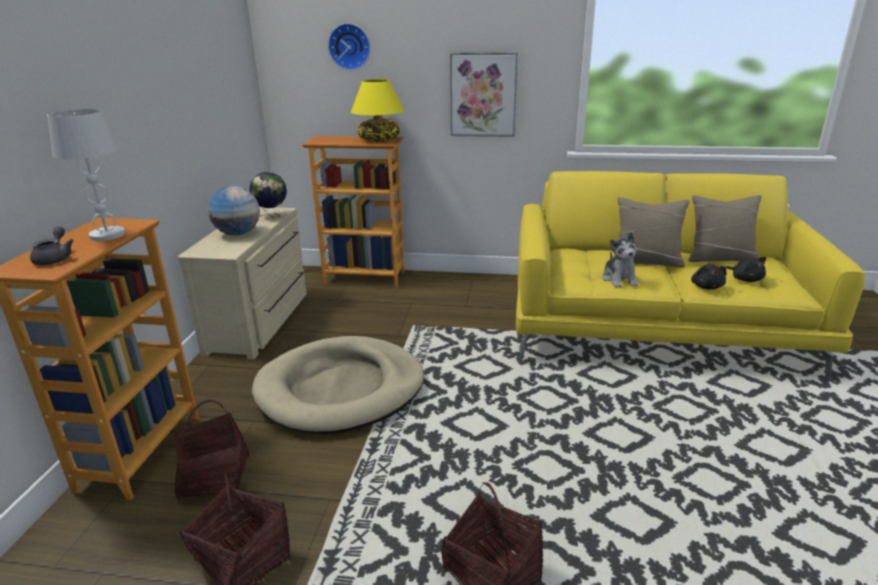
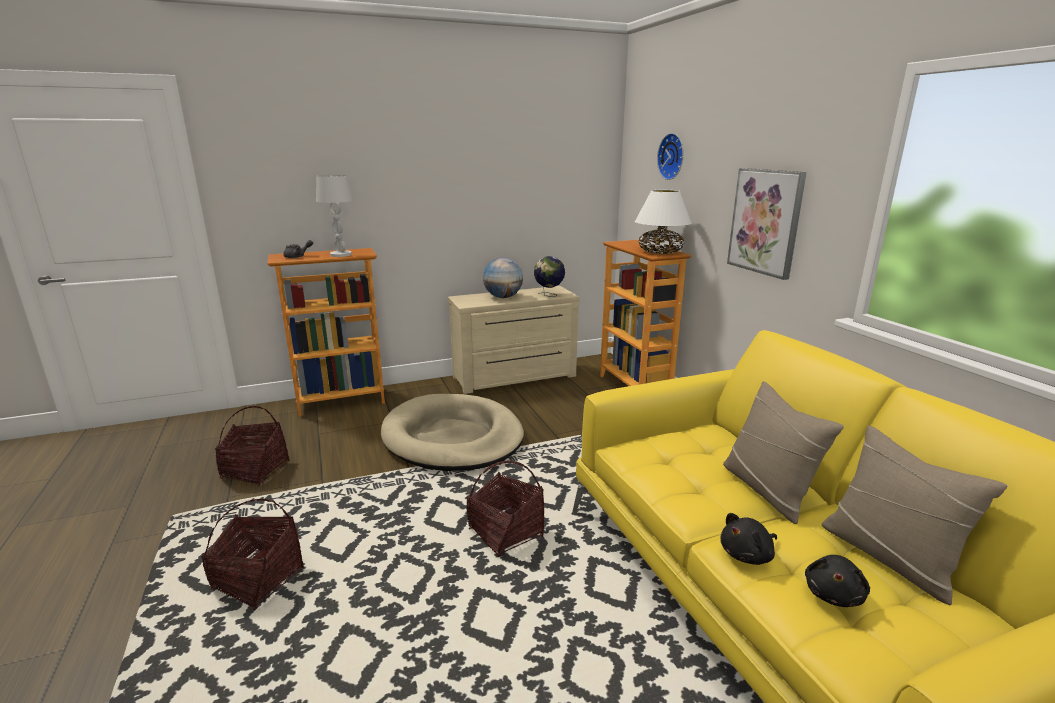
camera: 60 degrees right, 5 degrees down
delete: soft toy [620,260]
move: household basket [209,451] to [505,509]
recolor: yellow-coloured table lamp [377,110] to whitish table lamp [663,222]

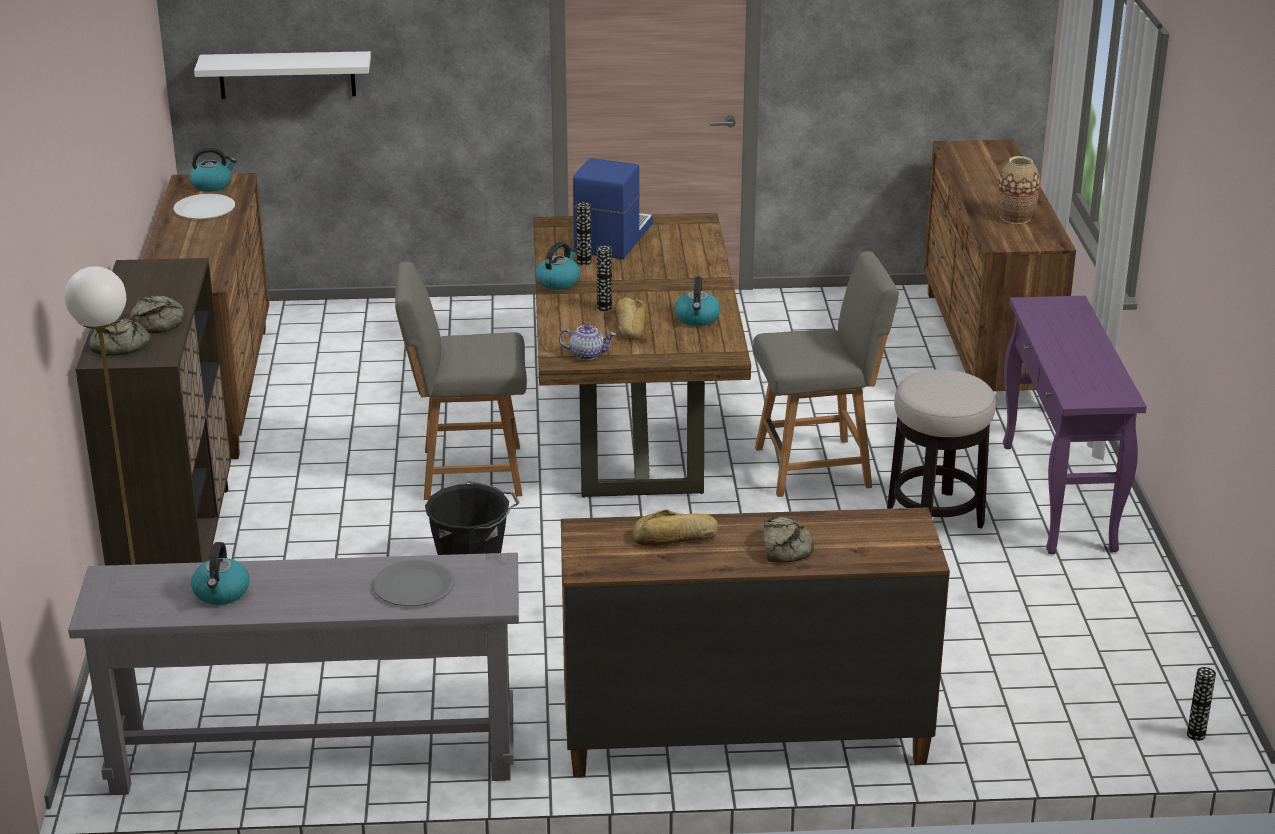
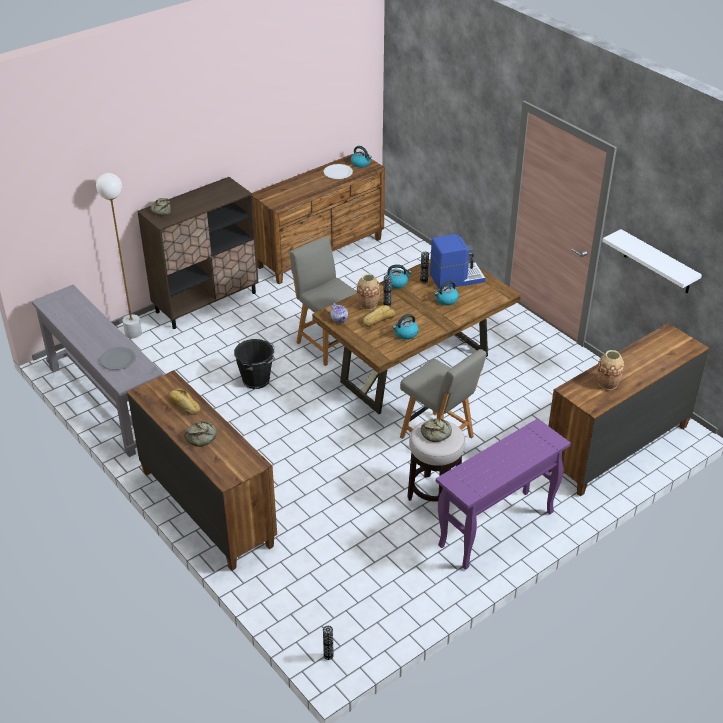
camera: 55 degrees right, 10 degrees up
insert: vase [368,292]
move: bread [157,314] to [436,430]; water kettle [220,573] to [447,293]; whitish shelf [282,75] to [652,261]

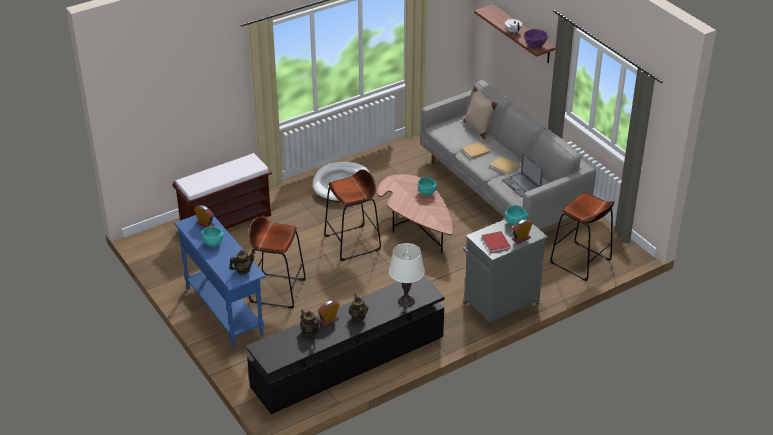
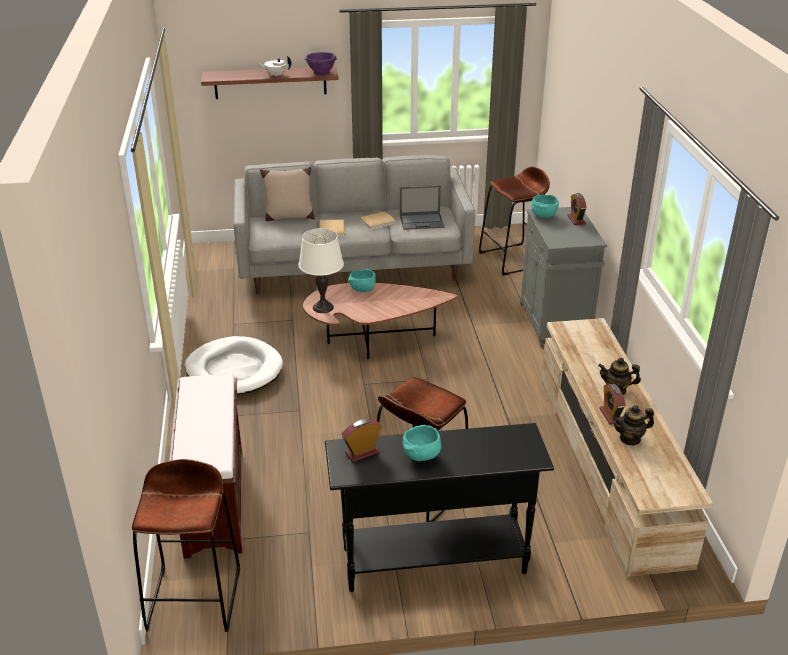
camera: 65 degrees left, 5 degrees down
delete: pot for tea [242,262]; reddish book [496,242]
move: brownish sitting stool [352,215] to [186,545]; whitish table lamp [407,275] to [321,270]
recolor: blue console table [220,281] to black console table [439,507]; black tv stand [345,345] to sand-coloured tv stand [627,447]

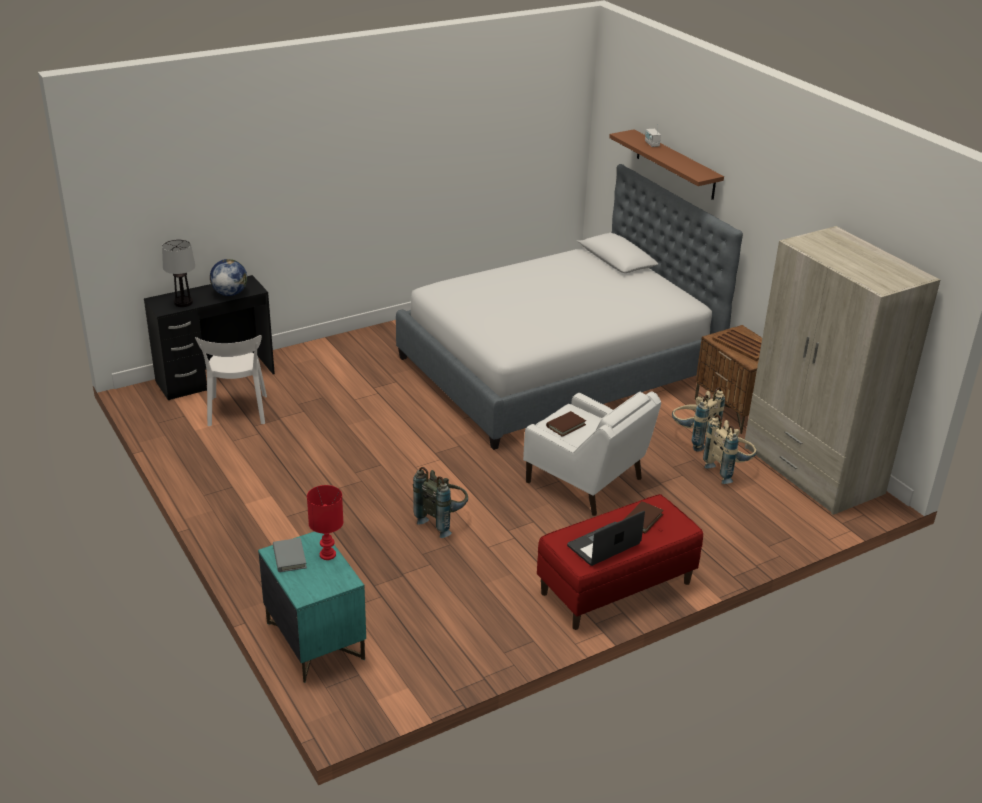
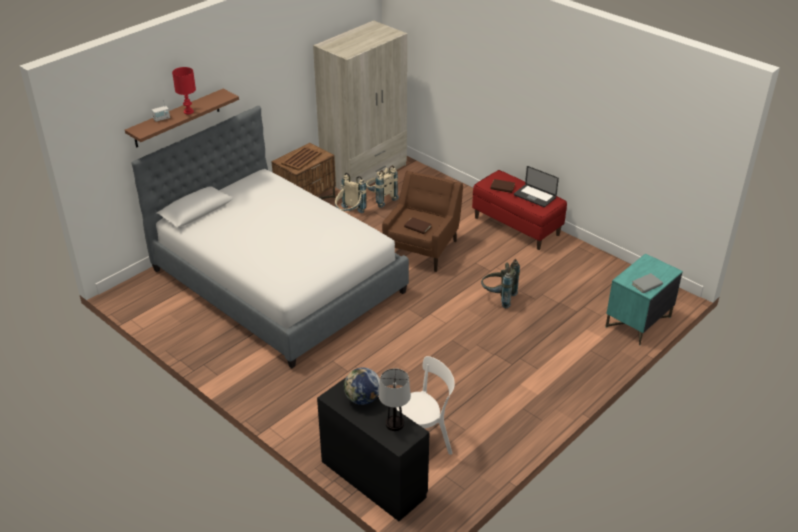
camera: 105 degrees left, 5 degrees up
move: reddish table lamp [325,522] to [184,90]
recolor: whitish easy chair [592,453] to brownish easy chair [422,221]

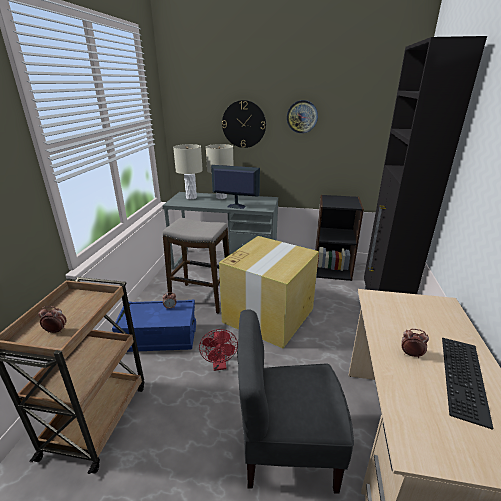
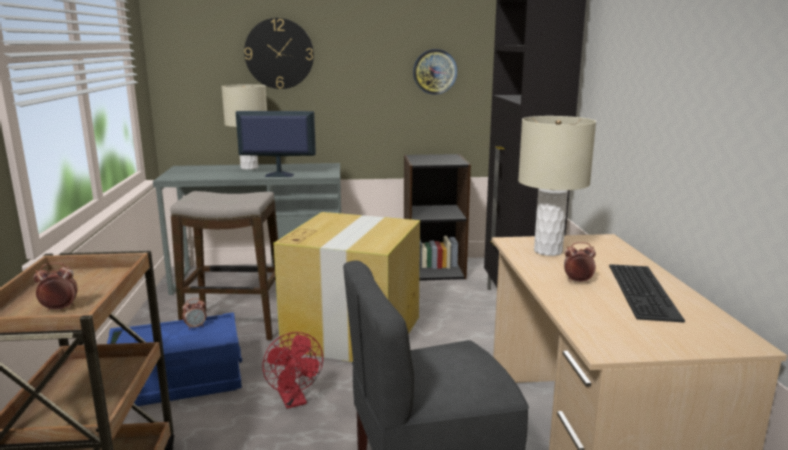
camera: 15 degrees left, 10 degrees down
move: clock on the wall [302,116] to [435,72]; sand-coloured table lamp [188,171] to [557,186]

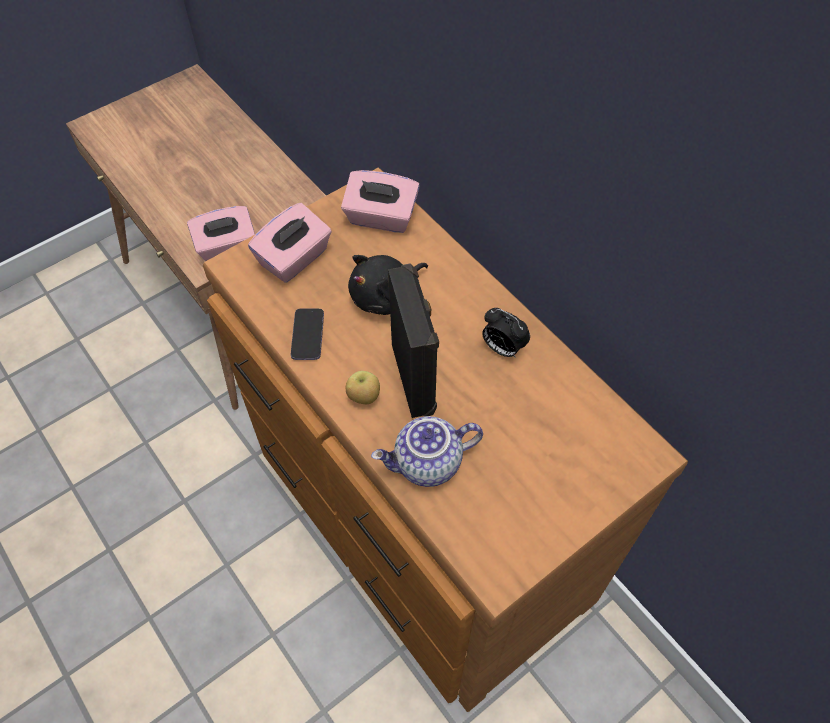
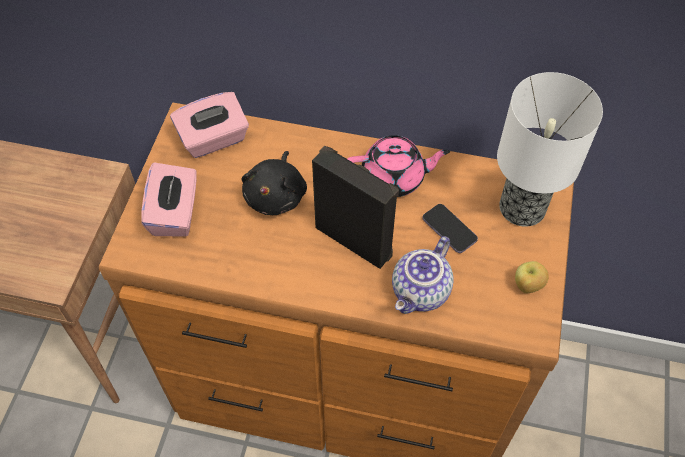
camera: 40 degrees left, 0 degrees up
delete: pink box of tissues [221,233]
insert: table lamp [550,149]
move: handset [307,334] to [450,228]; apple [363,387] to [532,277]
replace: table clock [506,333] to pink pot for tea [398,166]

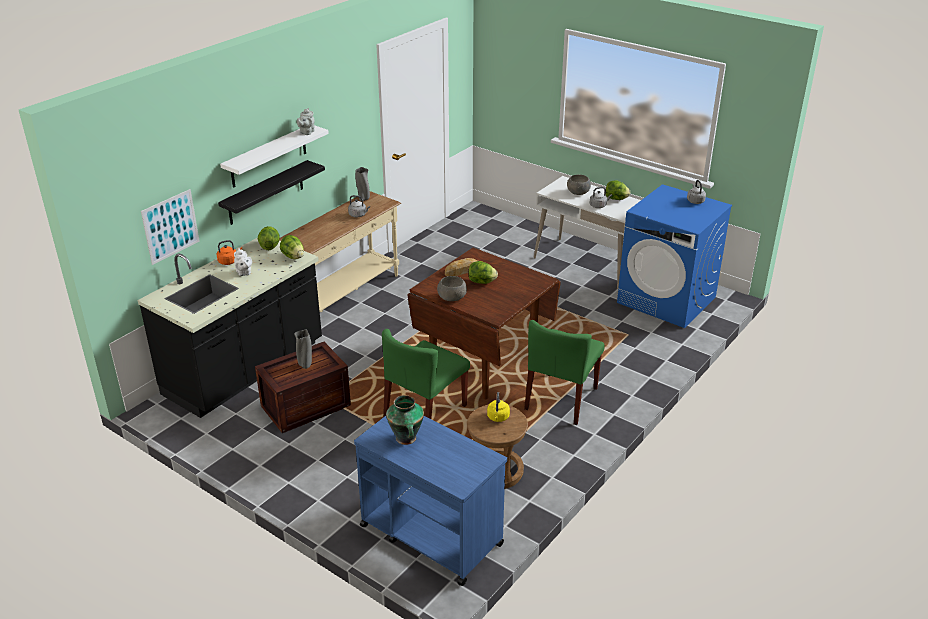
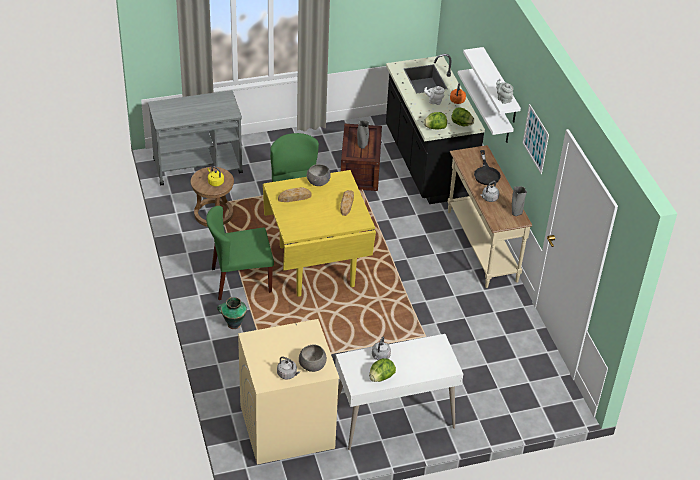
camera: 125 degrees right, 10 degrees up
delete: lettuce head [483,272]
insert: bread [295,194]; black frying pan [487,167]
move: vase [405,420] to [232,313]; grey deep dish [579,185] to [313,358]; wall art [170,227] to [536,139]
recolor: blue trolley [430,501] to grey trolley [195,137]; blue laundry machine [674,256] to sand-coloured laundry machine [289,392]; brownish kitchen table [484,323] to yellow-coloured kitchen table [319,233]; black shelf [271,192] to whitish shelf [486,106]
rotate: green-coloured upright chair [564,372] = [240,253] 75 degrees counterclockwise

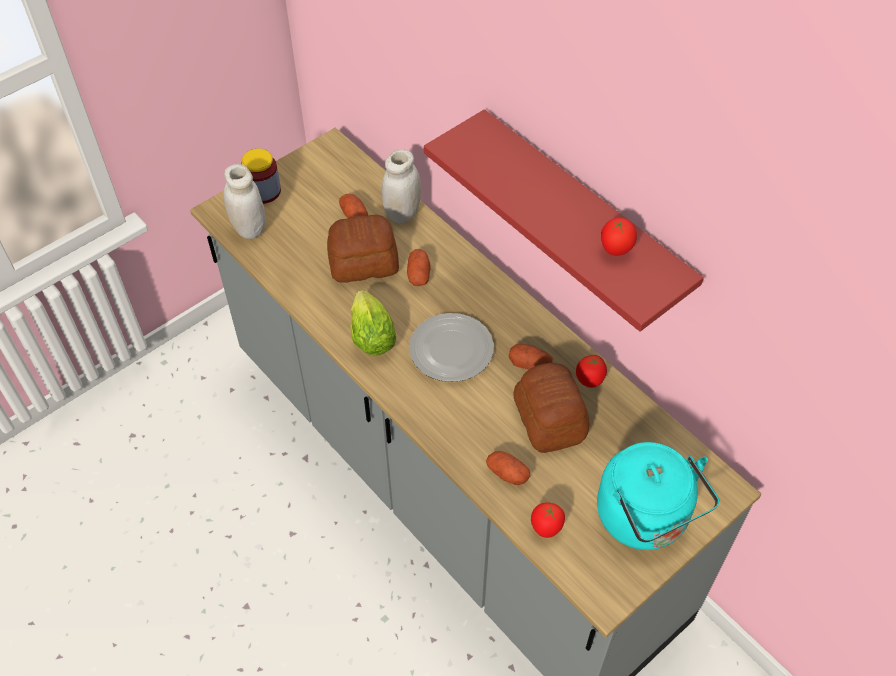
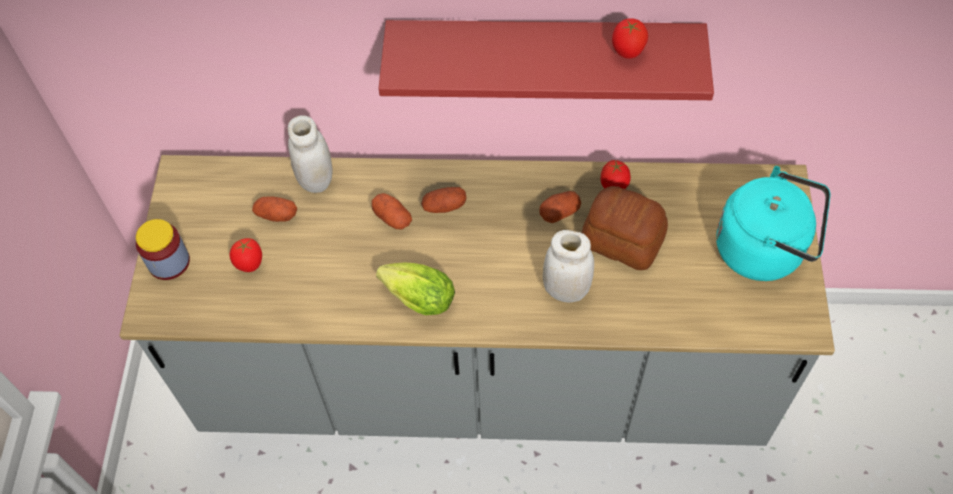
camera: 45 degrees left, 5 degrees up
delete: bread [363,248]; flat dish [451,347]
move: fresh tomato [548,520] to [246,255]; potato [508,468] to [443,200]; whitish jar [245,201] to [568,266]

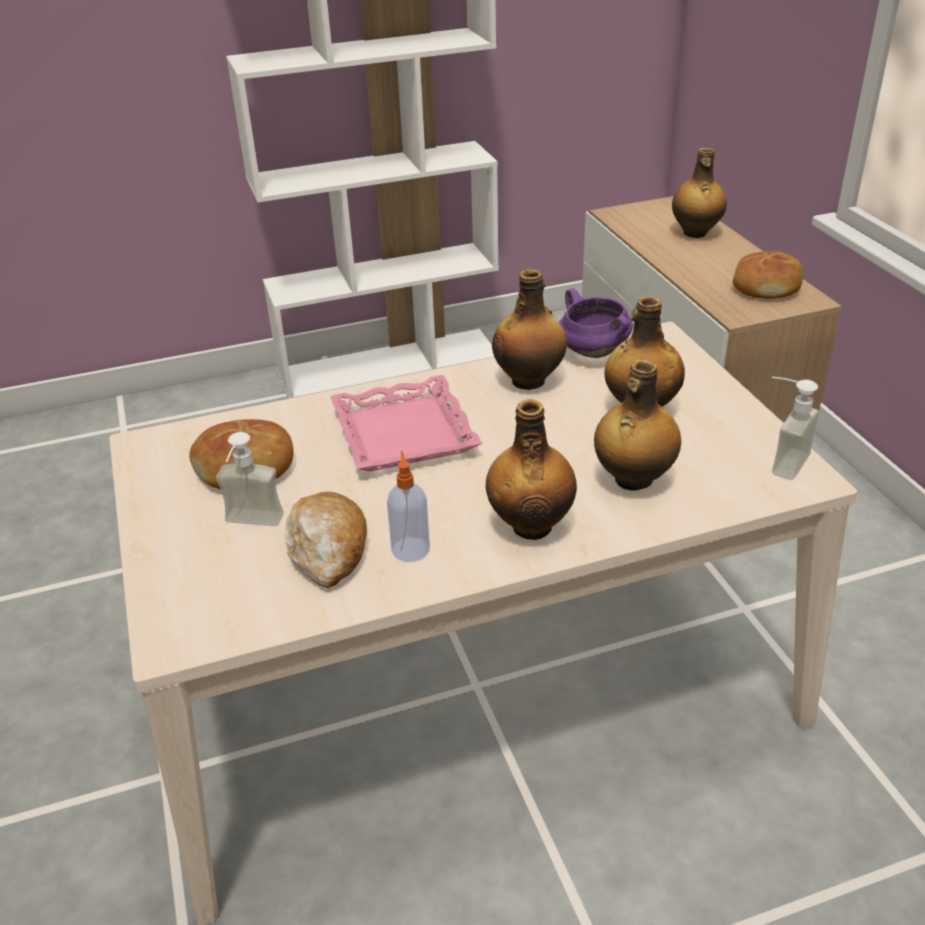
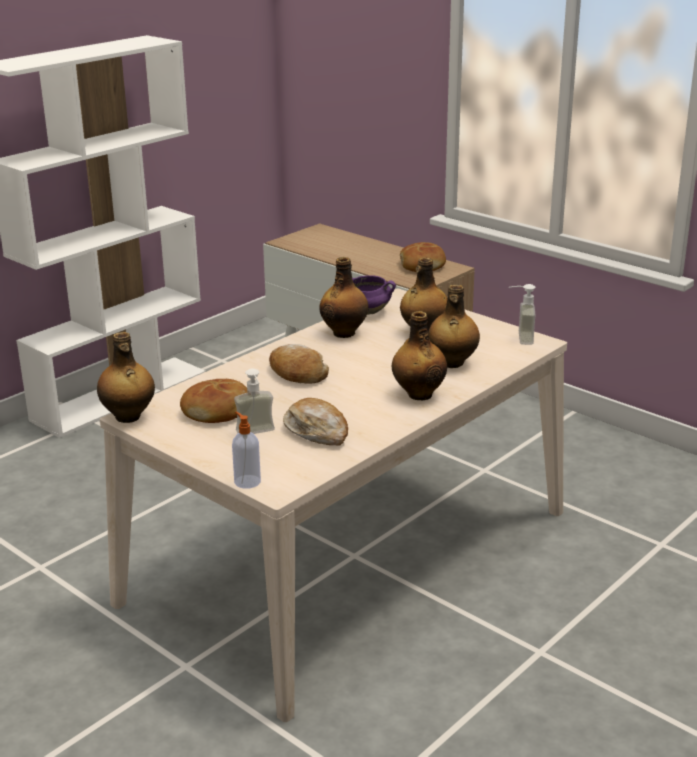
camera: 30 degrees left, 10 degrees down
move: bottle [699,193] to [126,377]; soap dispenser [408,506] to [246,450]
replace: pink tray [406,423] to bread [299,364]

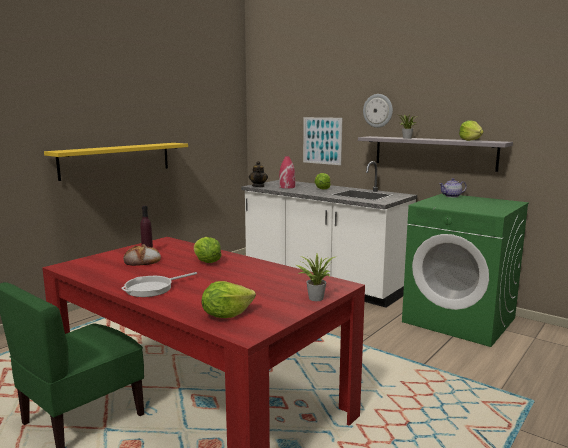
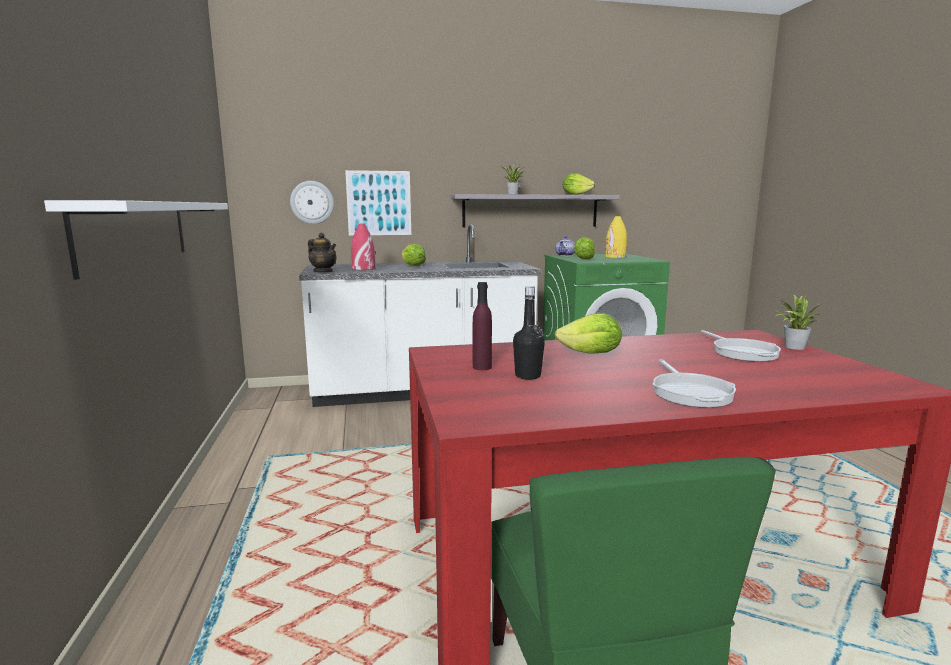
camera: 50 degrees left, 0 degrees up
insert: yellow-coloured vase [616,237]; frying pan [741,346]
move: clock on the wall [378,111] to [312,202]; lettuce head [228,299] to [584,248]
replace: bread [142,255] to black bottle [529,333]
recolor: yellow-coloured shelf [116,162] to whitish shelf [136,240]

